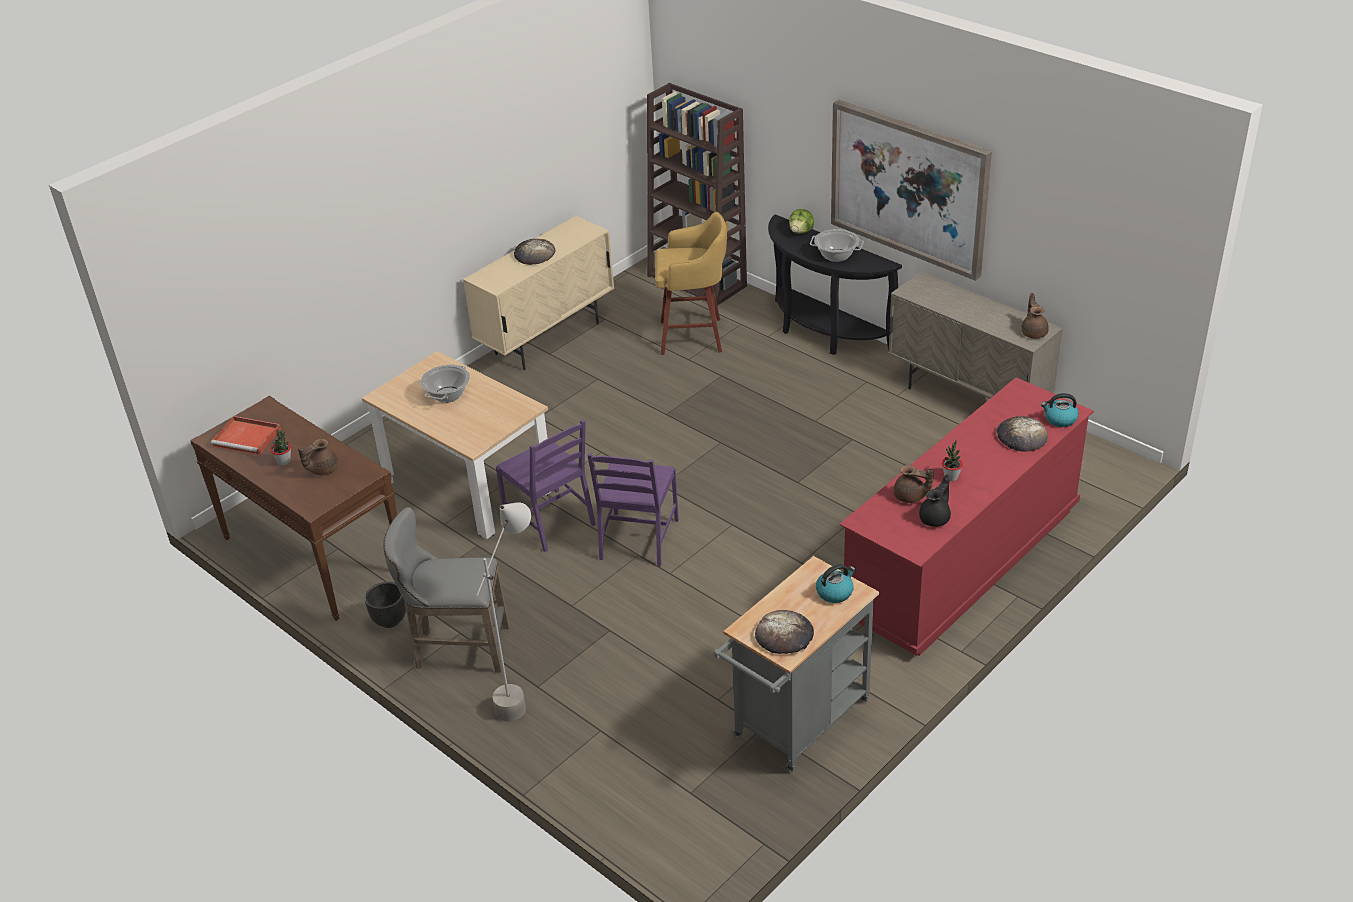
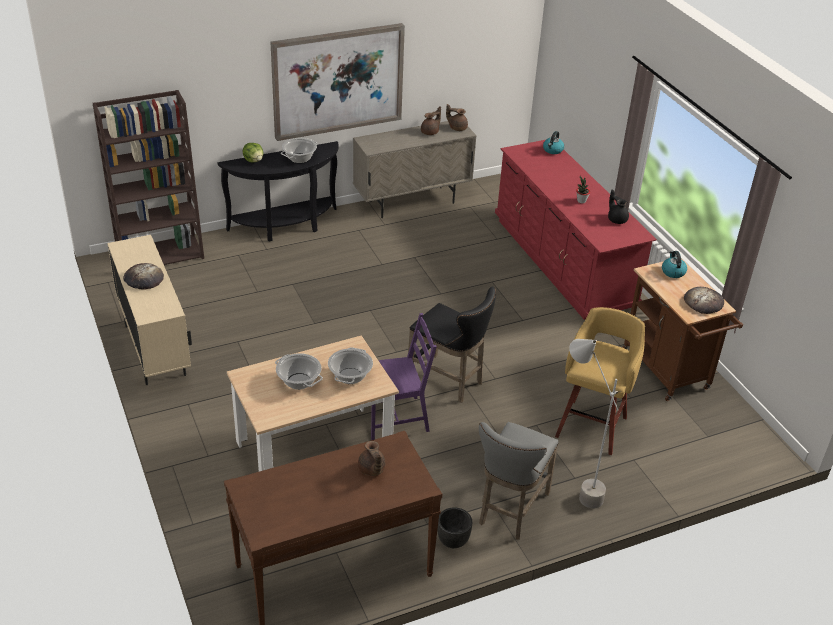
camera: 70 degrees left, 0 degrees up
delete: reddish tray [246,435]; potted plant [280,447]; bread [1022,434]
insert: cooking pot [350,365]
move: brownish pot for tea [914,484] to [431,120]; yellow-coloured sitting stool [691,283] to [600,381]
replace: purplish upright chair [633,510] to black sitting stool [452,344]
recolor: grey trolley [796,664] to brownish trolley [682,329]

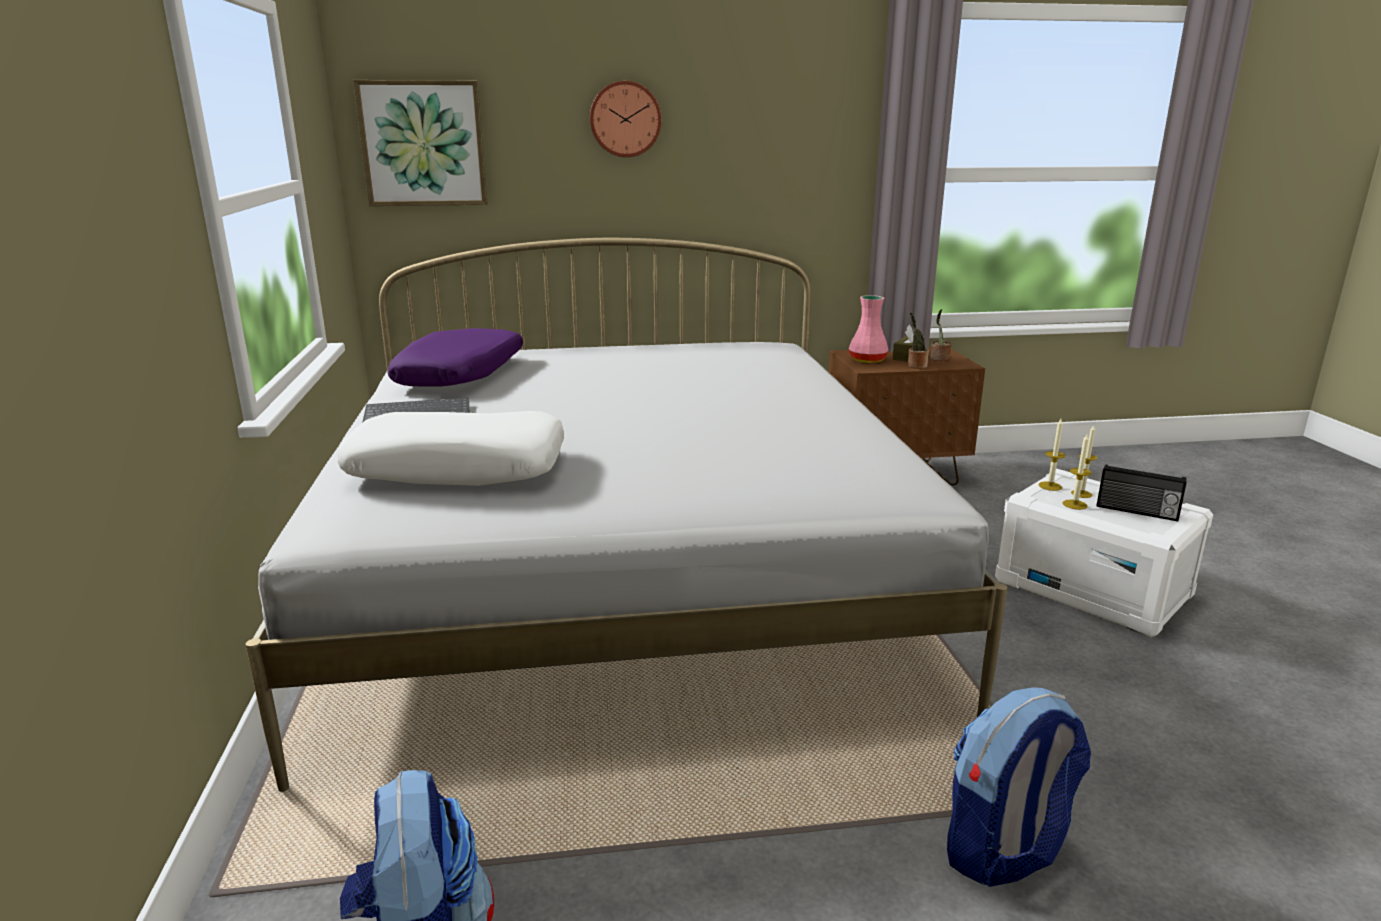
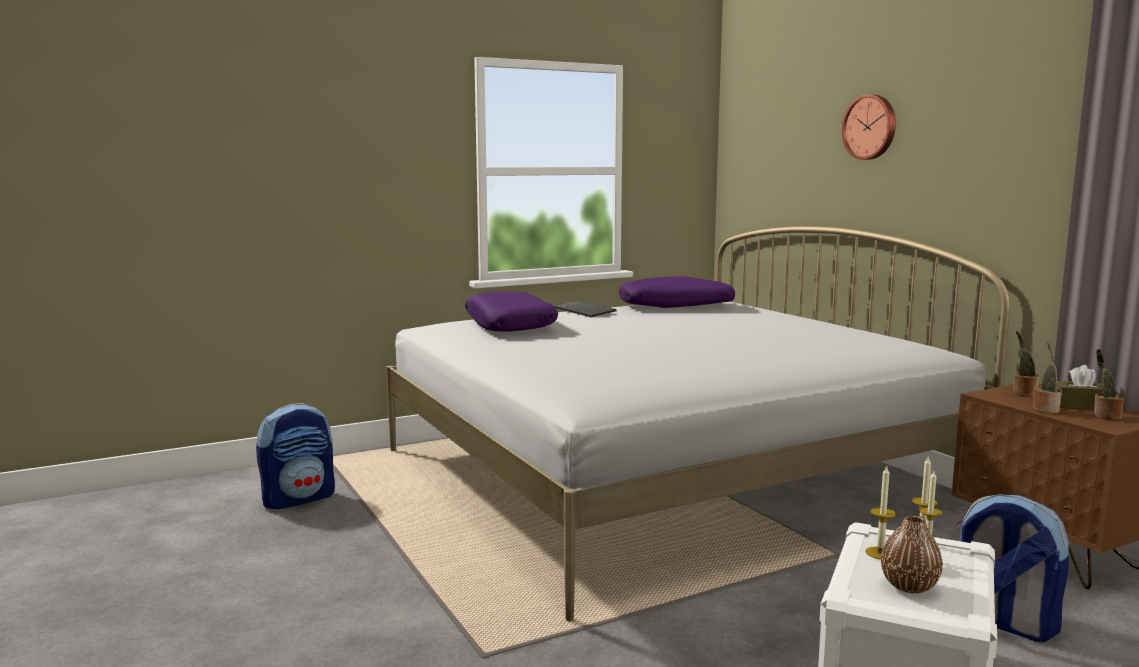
camera: 70 degrees right, 10 degrees down
delete: wall art [420,143]
move: backpack [1019,787] to [1013,568]
replace: radio [1142,492] to brownish vase [912,554]; pink vase [868,329] to potted plant [1026,363]
recolor: whitish throw pillow [451,448] to purplish throw pillow [511,311]

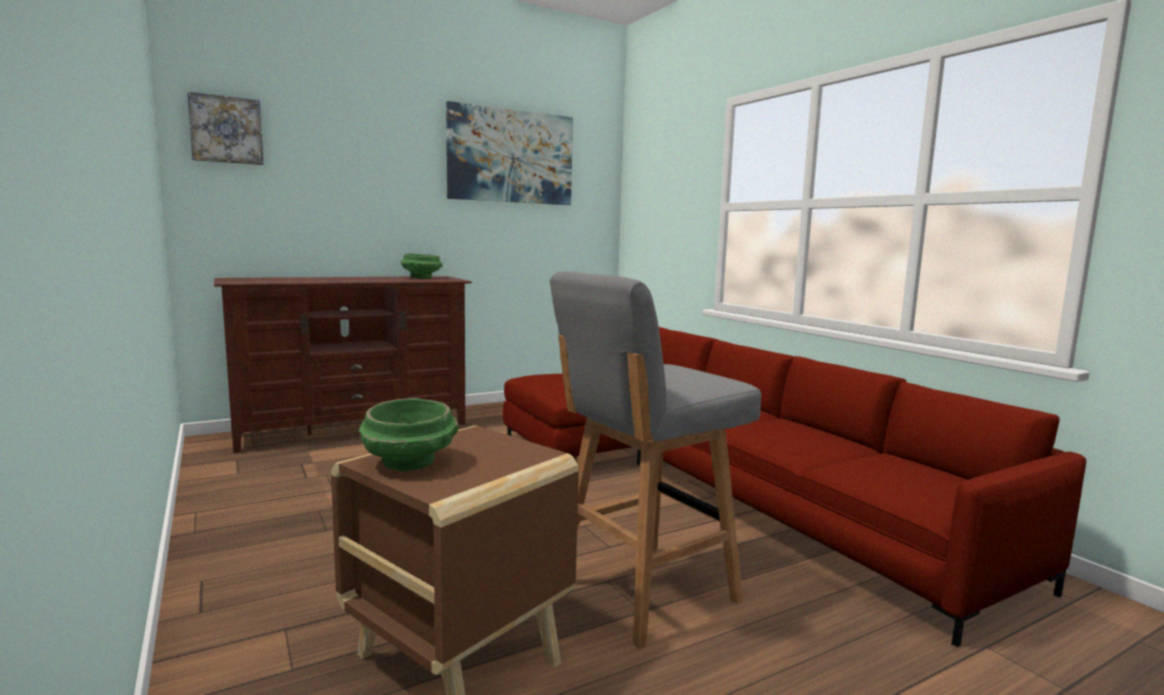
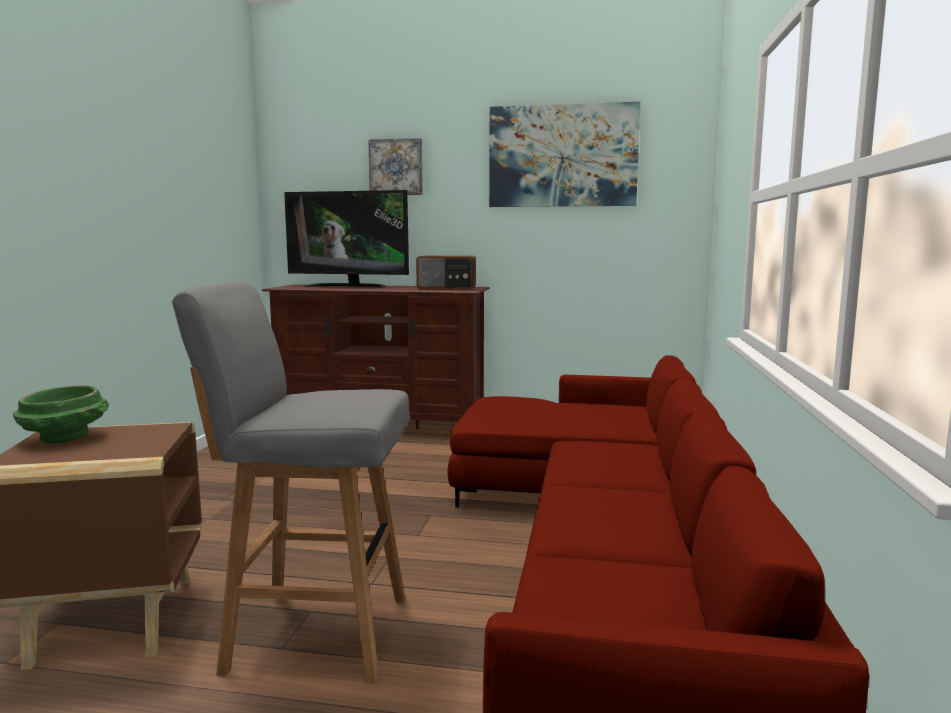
camera: 40 degrees right, 0 degrees up
insert: TV [346,239]
move: wall art [225,128] to [395,166]
replace: green-coloured deep dish [422,266] to radio [446,272]

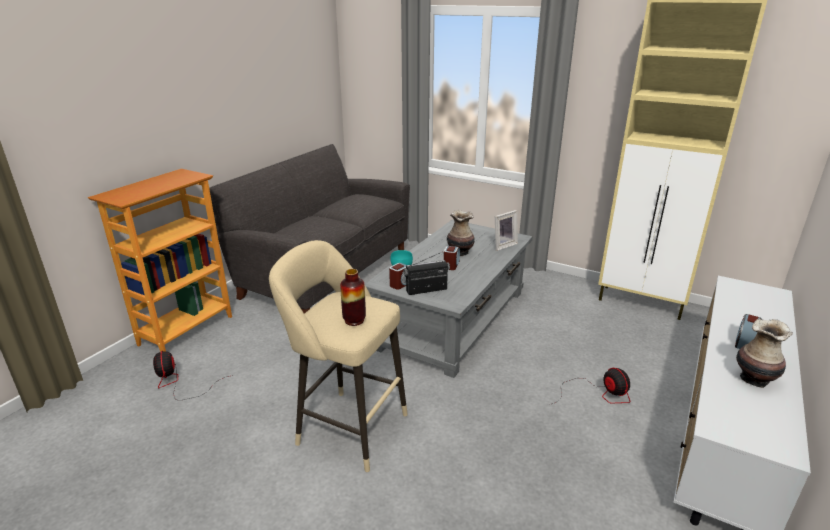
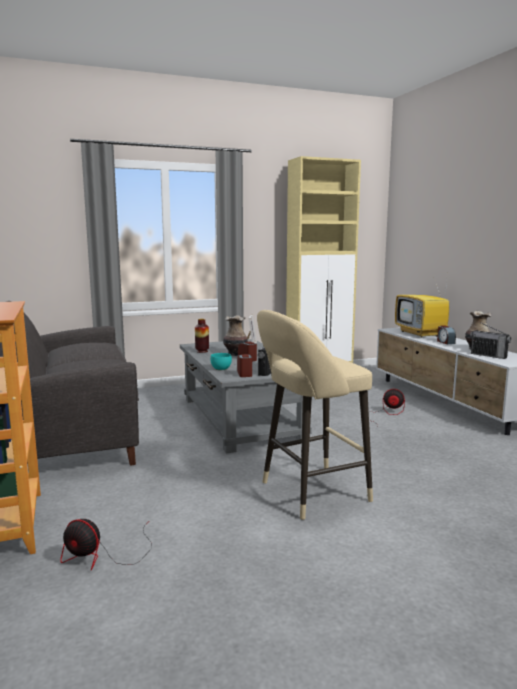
camera: 50 degrees left, 15 degrees down
insert: TV [422,309]; radio [490,340]
move: vase [353,297] to [202,336]

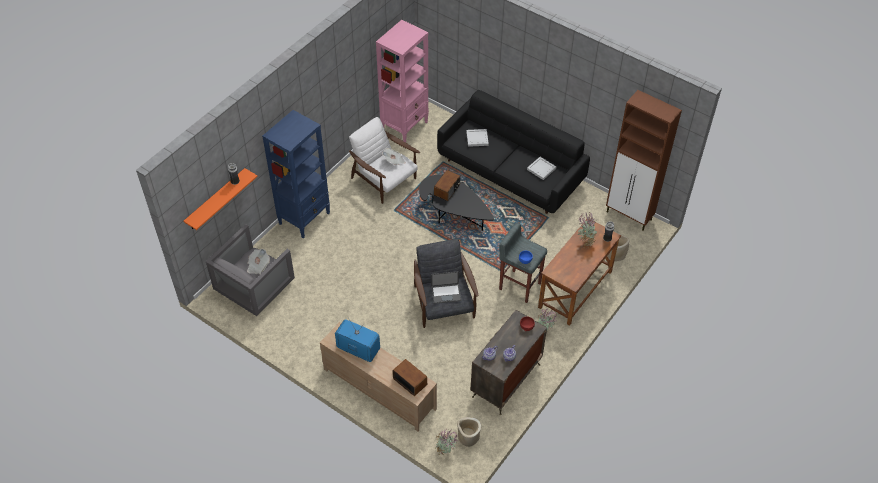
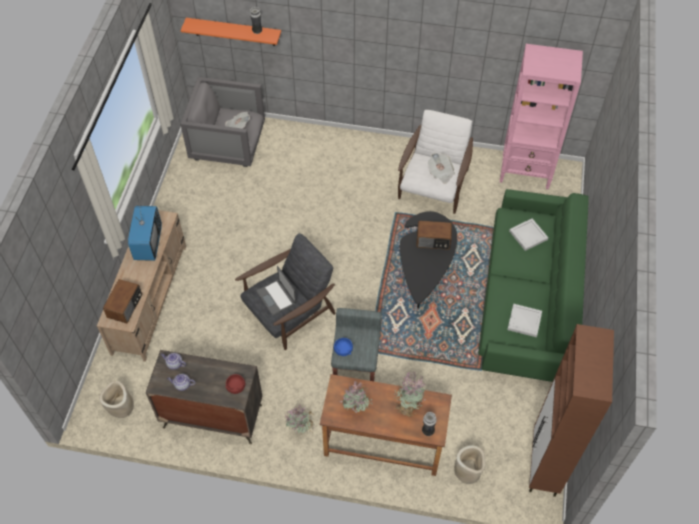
camera: 65 degrees right, 5 degrees up
delete: blue shelving unit [296,174]
move: potted plant [446,442] to [357,397]
recolor: black settee [513,152] to green-coloured settee [534,285]

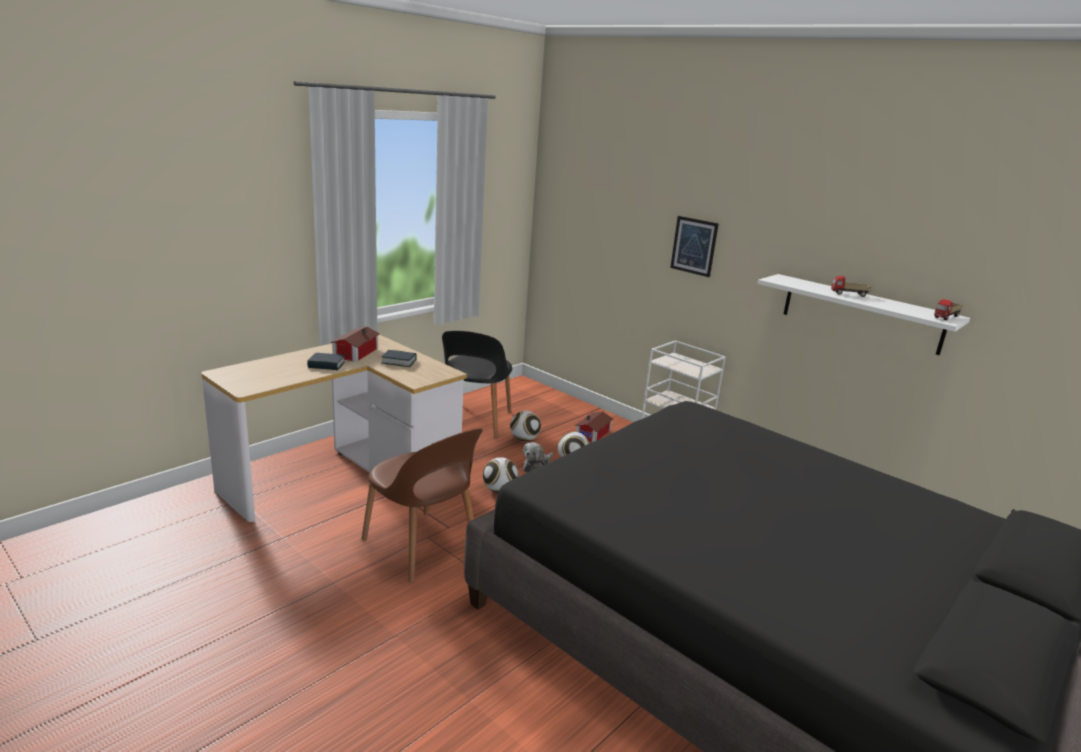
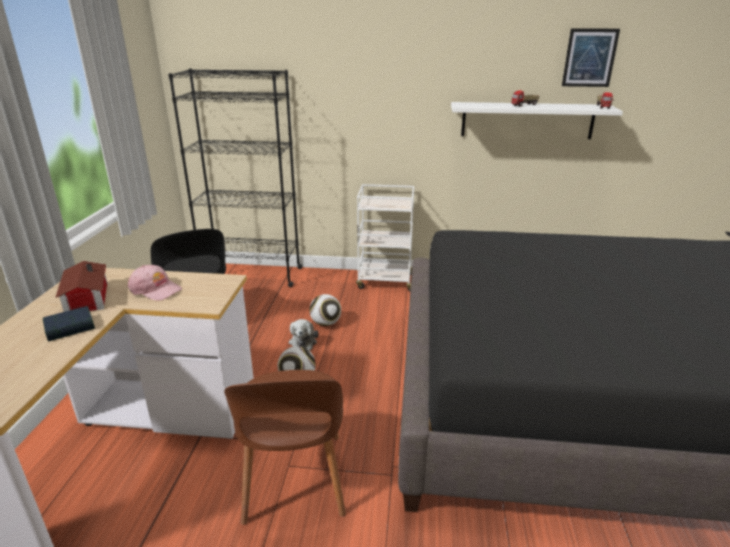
camera: 35 degrees left, 5 degrees up
delete: ball for football [525,426]; miniature house [594,427]
insert: black shelving unit [235,178]
move: wall art [694,246] to [591,58]
replace: book [399,358] to pink baseball cap [155,283]
rotate: brownish upright chair [422,505] = [285,447] 75 degrees clockwise

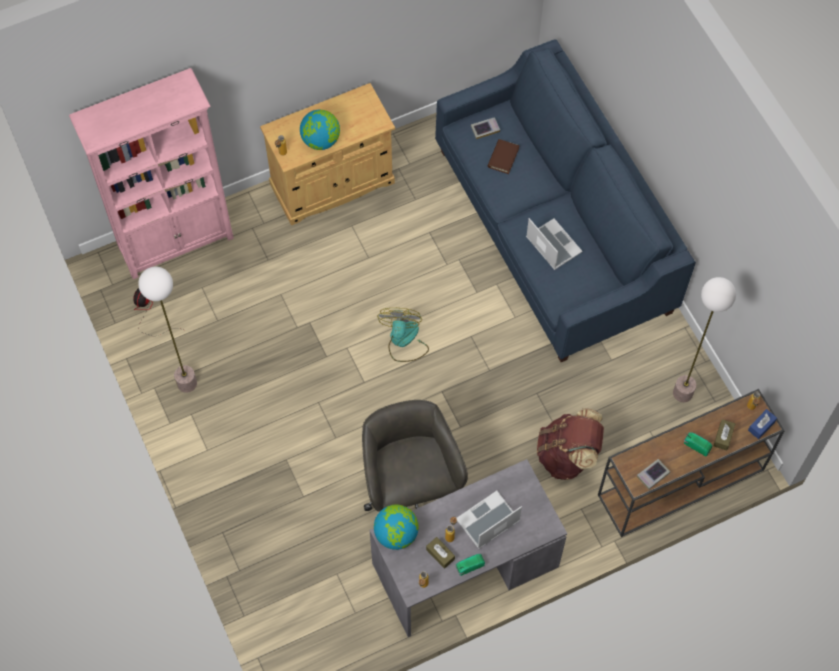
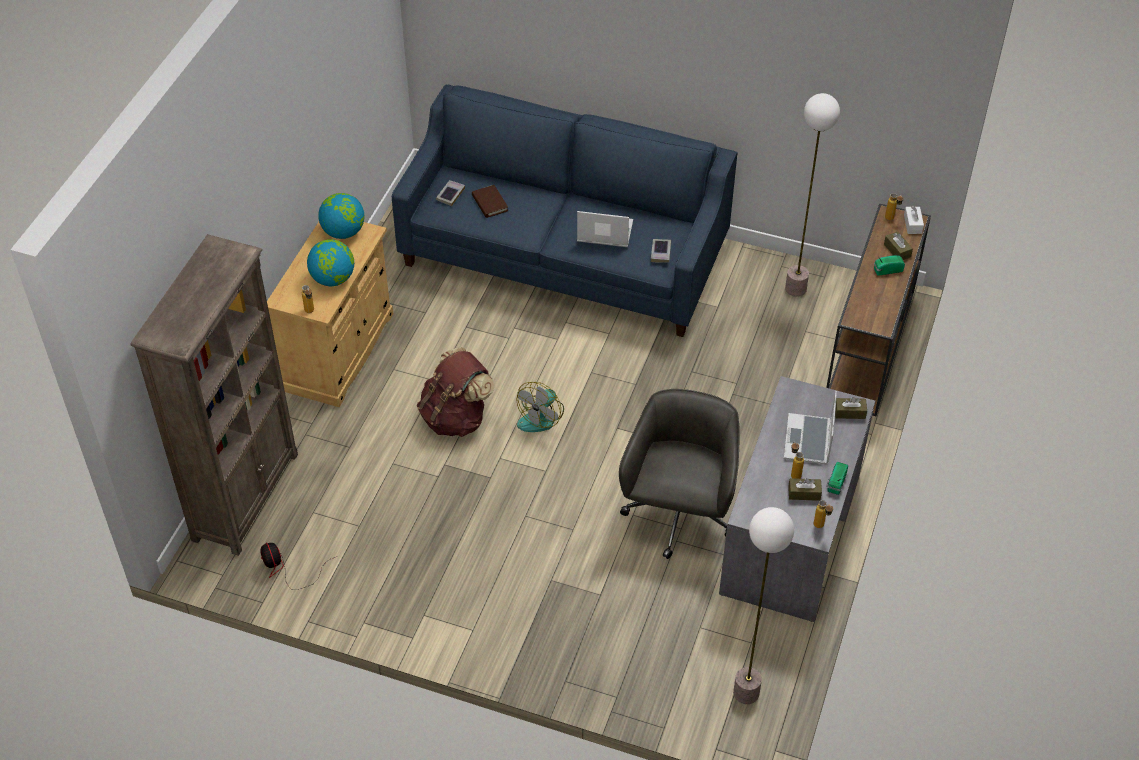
camera: 45 degrees left, 15 degrees down
insert: brownish box of tissues [851,408]
move: world globe [396,527] to [341,216]; brownish backpack [570,444] to [456,392]; book [653,474] to [661,251]; standard lamp [167,329] to [763,605]
recolor: pink shelving unit [151,173] to brownish shelving unit [214,395]; blue box of tissues [762,424] to whitish box of tissues [914,220]
rotate: fan [403,335] = [540,407] 105 degrees counterclockwise; grey computer chair [415,456] = [679,474] 75 degrees clockwise

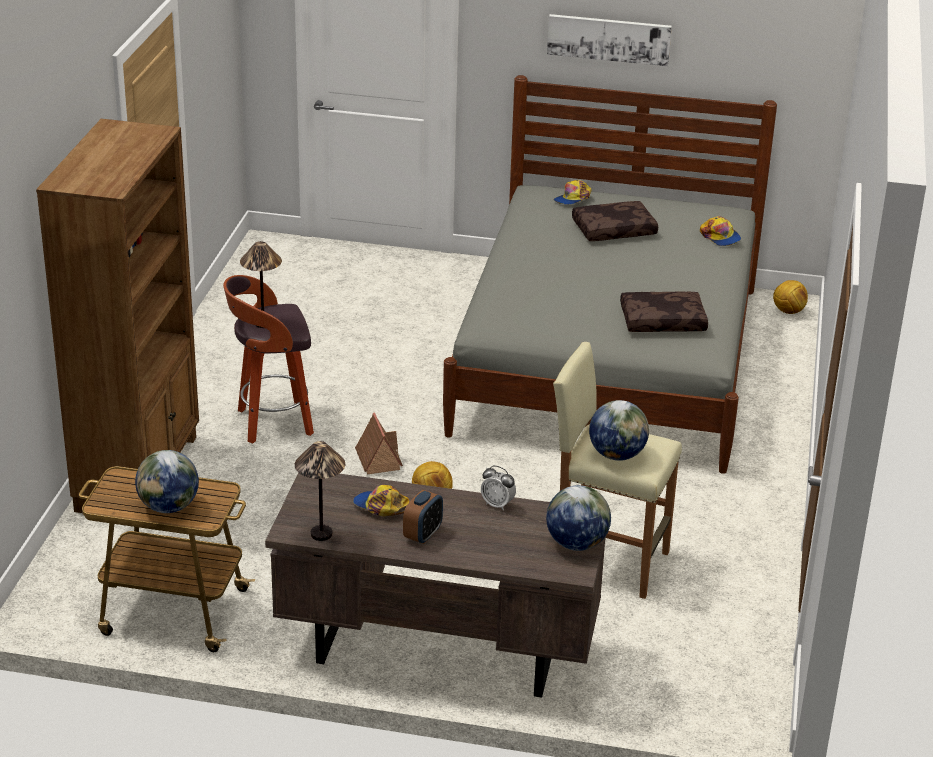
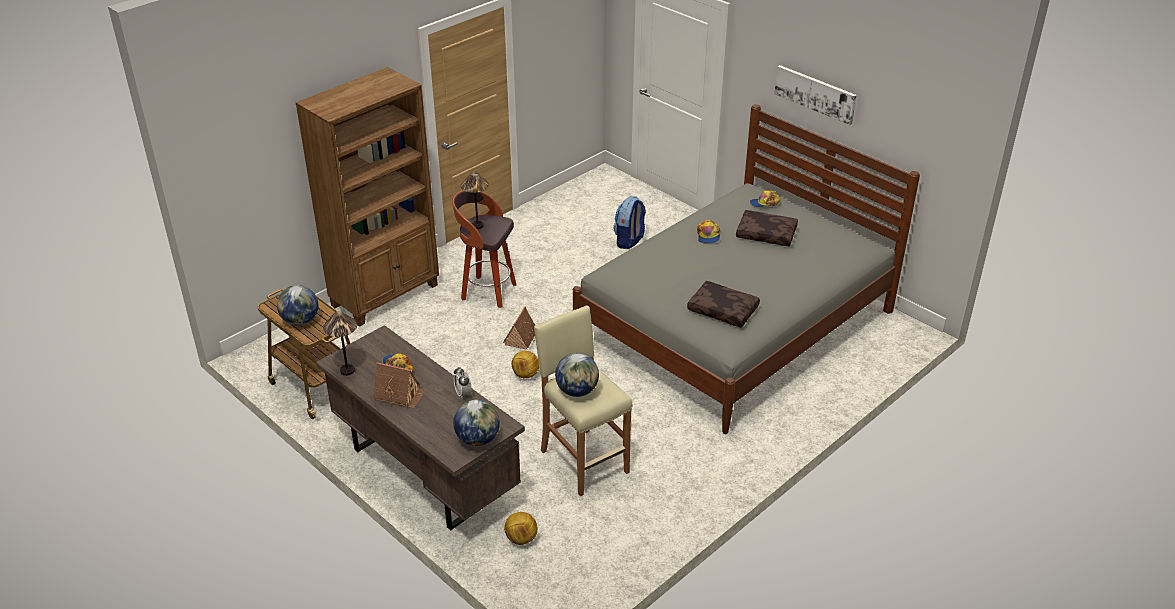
camera: 35 degrees right, 5 degrees up
insert: backpack [630,222]
move: ball for football [790,297] to [520,528]; baseball cap [720,231] to [709,231]
replace: table clock [423,517] to miniature house [399,385]

